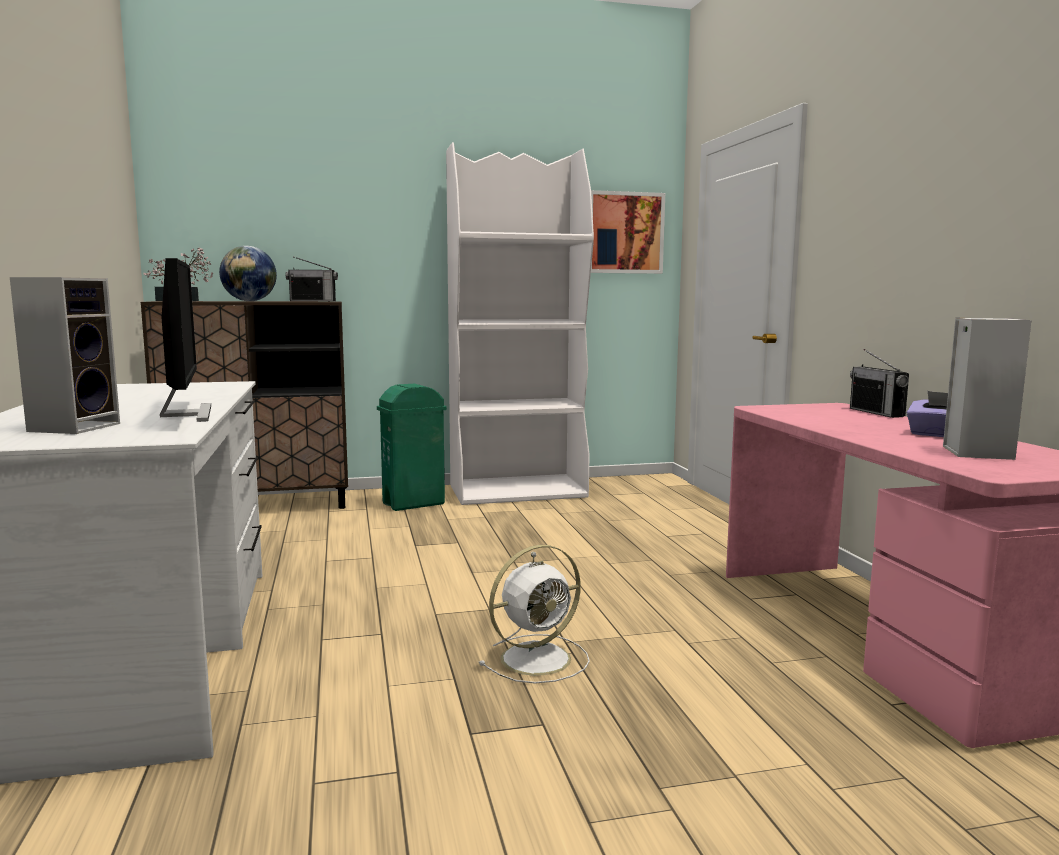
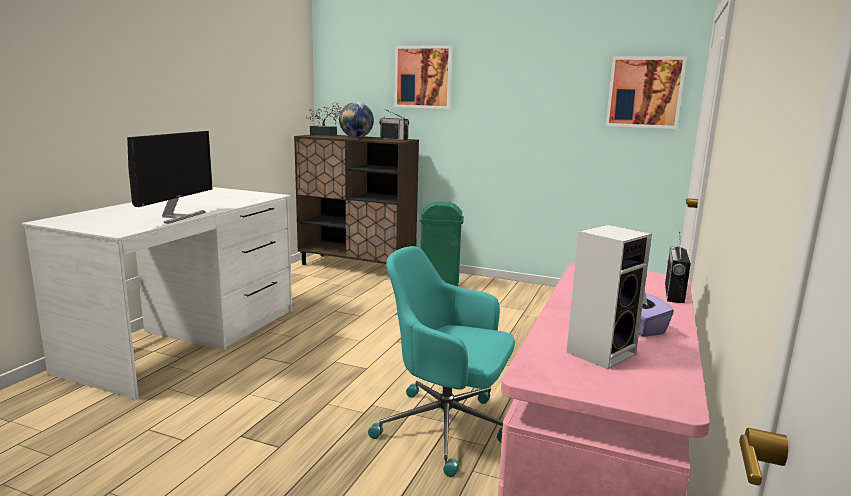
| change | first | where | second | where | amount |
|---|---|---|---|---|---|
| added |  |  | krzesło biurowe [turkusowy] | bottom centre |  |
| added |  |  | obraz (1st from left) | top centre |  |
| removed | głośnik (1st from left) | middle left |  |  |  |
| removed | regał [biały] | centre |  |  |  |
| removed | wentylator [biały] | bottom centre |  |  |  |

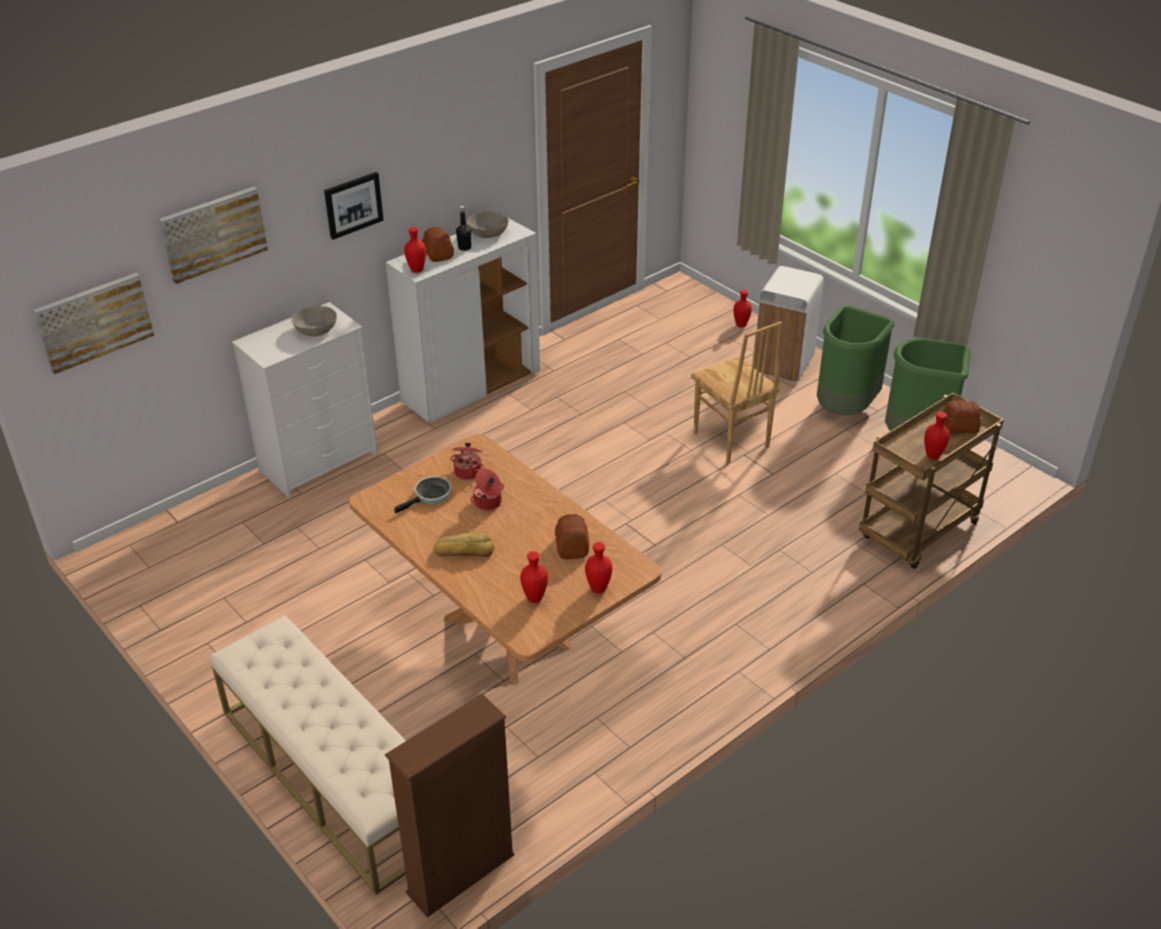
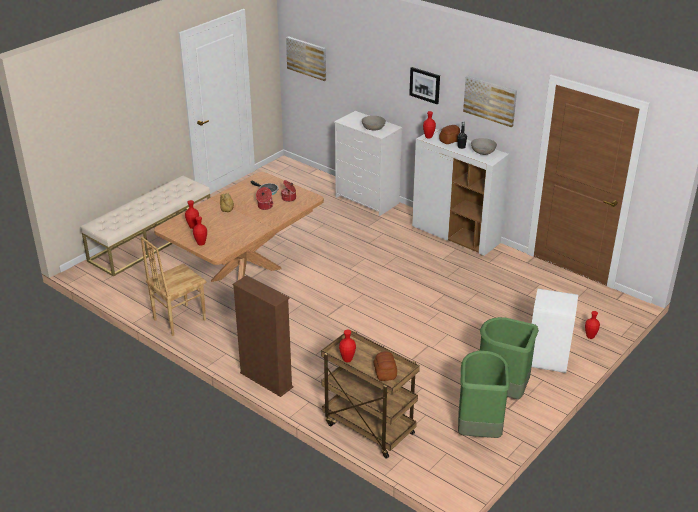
| change | first | where | second | where | amount |
|---|---|---|---|---|---|
| moved | krzesło [brązowy] | centre |  | middle left |  |
| moved | regał [brązowy] | bottom centre |  | centre |  |
| moved | obraz (2nd from left in the first image) | top left | obraz (3rd from left) | top right |  |
| removed | chleb (3rd from left) | centre |  |  |  |

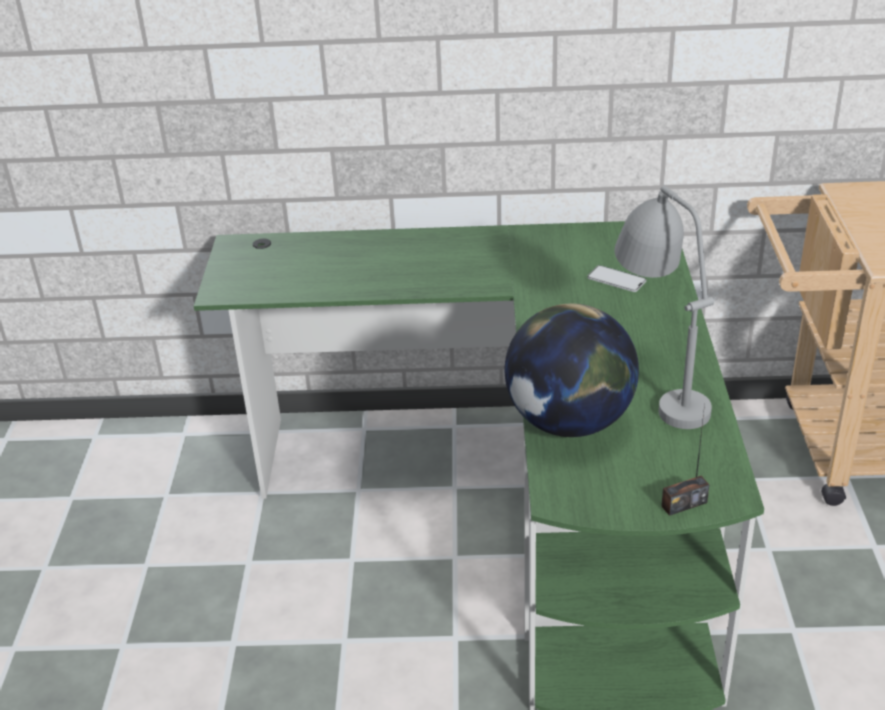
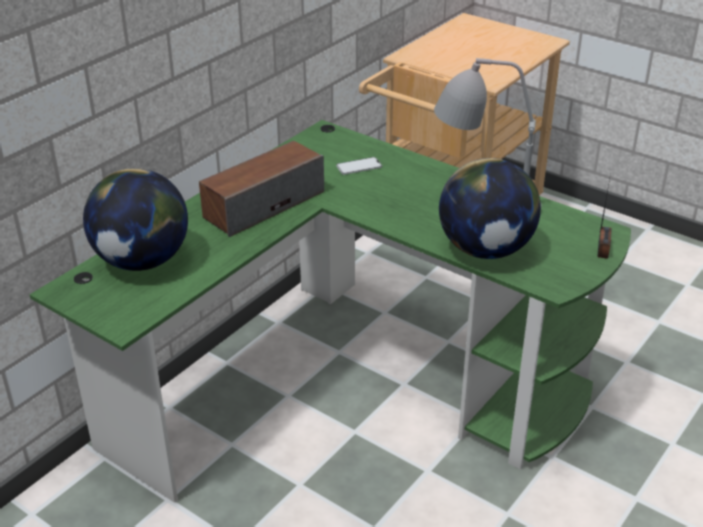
| change | first | where | second | where | amount |
|---|---|---|---|---|---|
| added |  |  | globus (1st from left) | middle left |  |
| added |  |  | głośnik | centre |  |

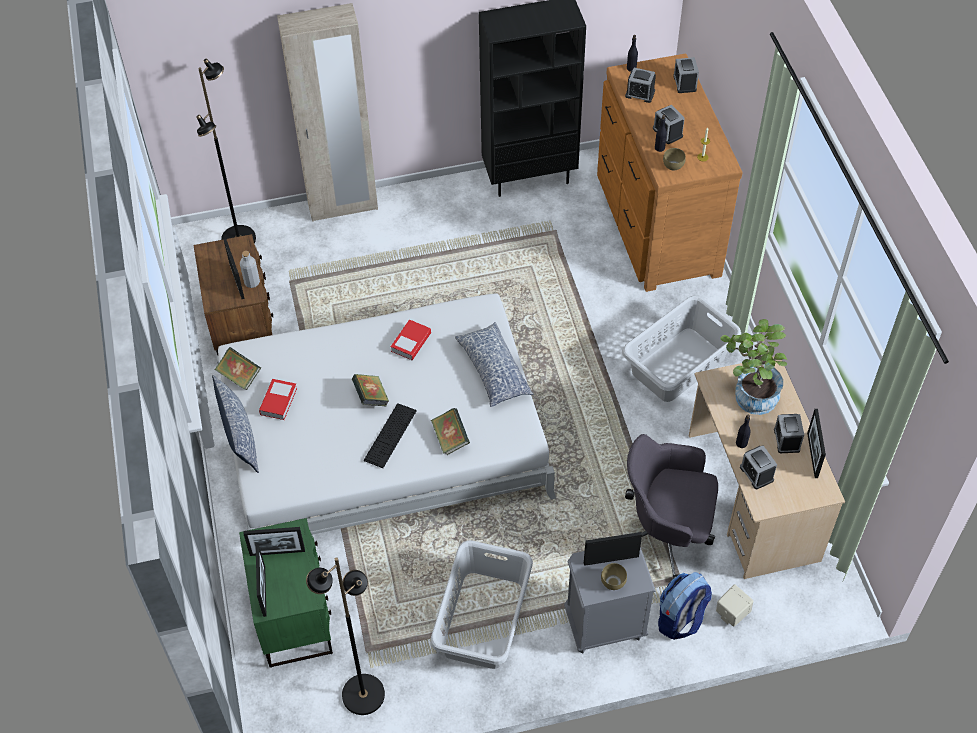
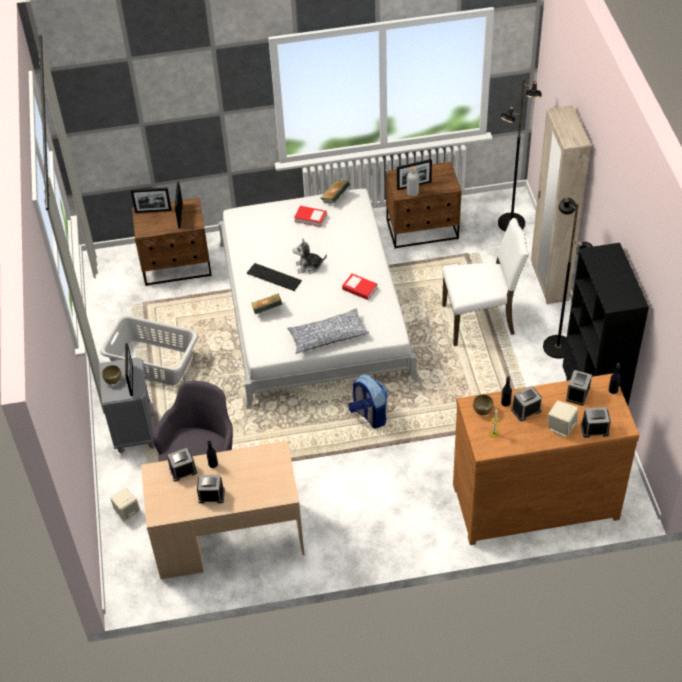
| change | first | where | second | where | amount |
|---|---|---|---|---|---|
| recoloured | szafka nocna [zielony] | bottom left | szafka nocna [brązowy] (1st from left) | middle left |  |
| replaced | książka (3rd from left) | centre | pluszak | centre |  |
| moved | plecak | bottom right |  | centre |  |
| added |  |  | krzesło [biały] | middle right |  |
| moved | lampa stojąca [czarny] (2nd from left) | bottom centre |  | middle right |  |
| added |  |  | głośnik [beżowy] (2nd from left) | middle right |  |
| removed | poduszka (1st from left) | middle left |  |  |  |
| removed | kosz na pranie [szary] (2nd from left) | middle right |  |  |  |
| removed | roślina doniczkowa | middle right |  |  |  |
| removed | ramka na zdjęcie (5th from left) | middle right |  |  |  |

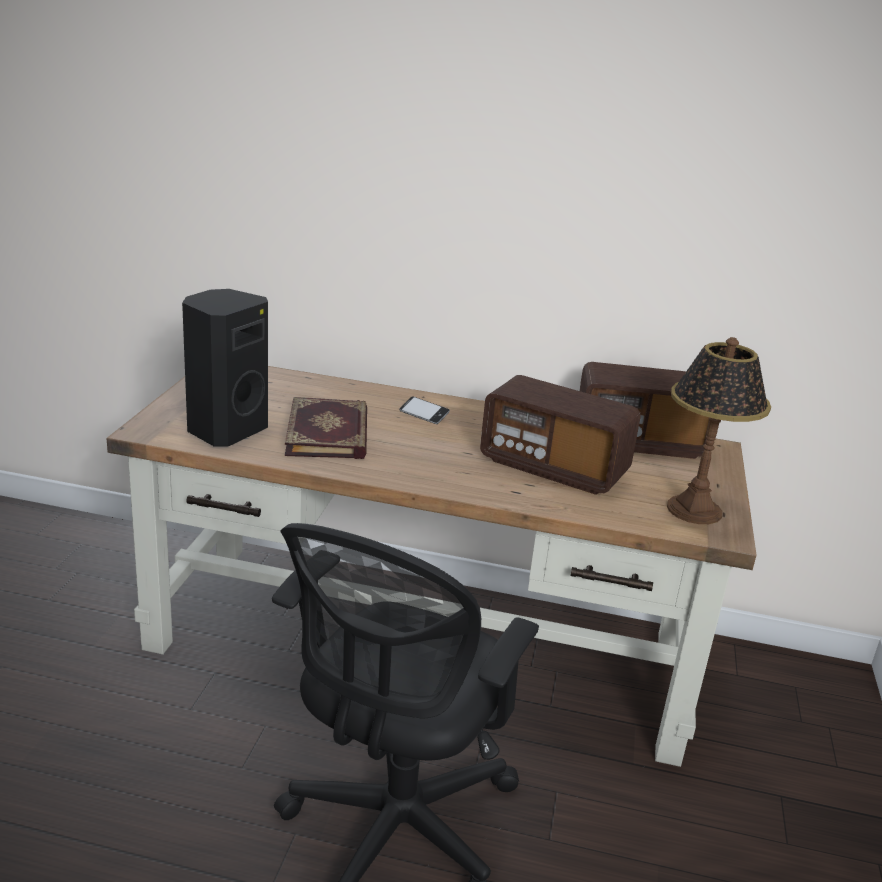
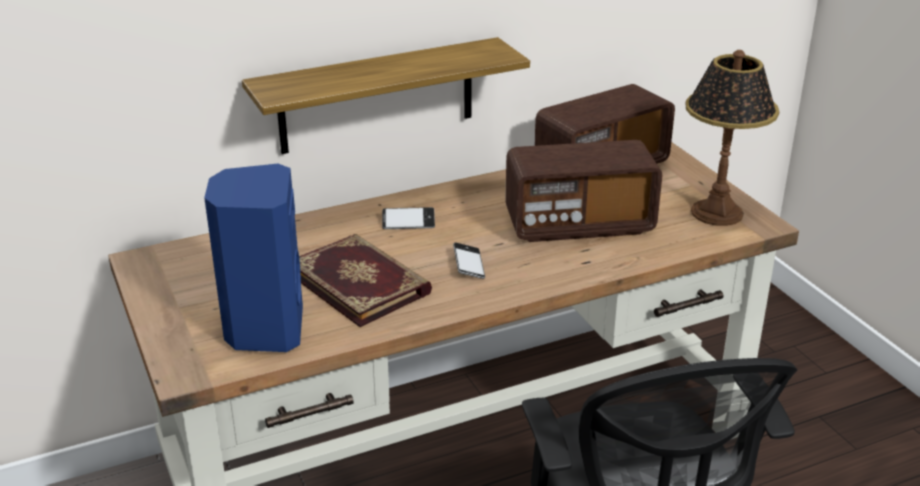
| change | first | where | second | where | amount |
|---|---|---|---|---|---|
| recoloured | głośnik [czarny] | middle left | głośnik [niebieski] | middle left |  |
| added |  |  | półka | top centre |  |
| added |  |  | telefon (2nd from left) | centre |  |

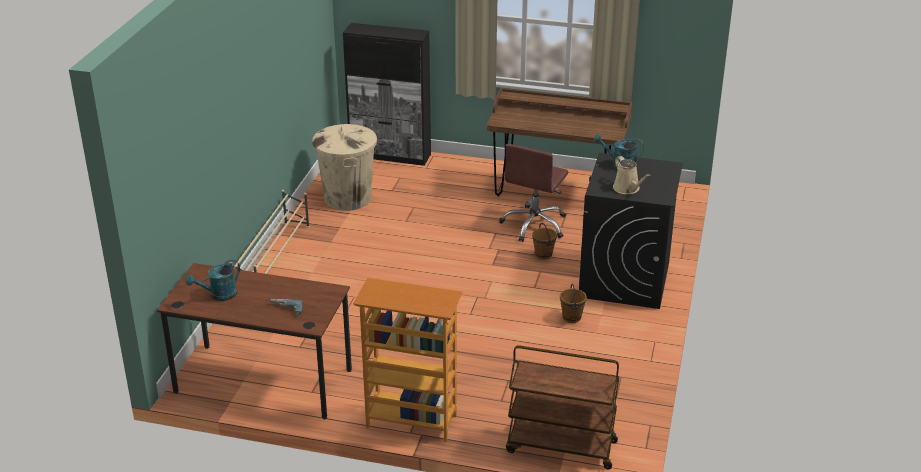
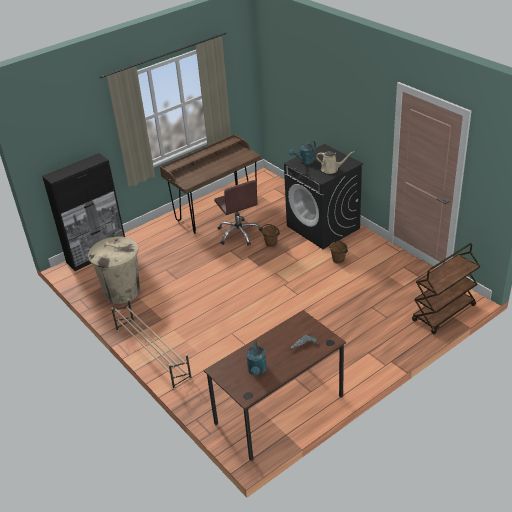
| change | first | where | second | where | amount |
|---|---|---|---|---|---|
| removed | regał | bottom centre |  |  |  |

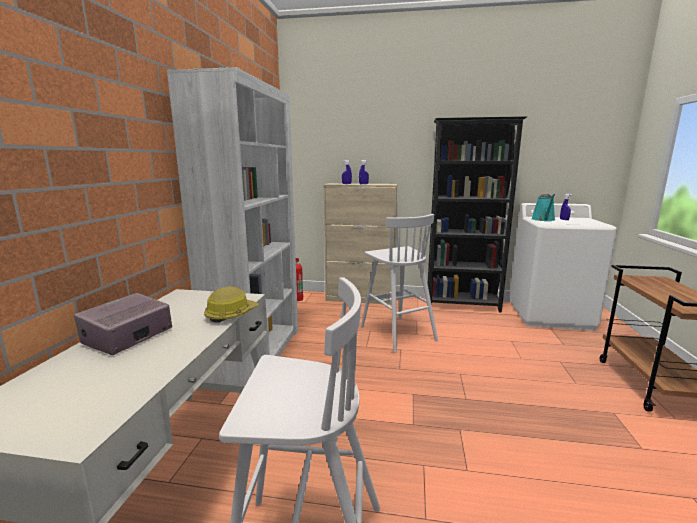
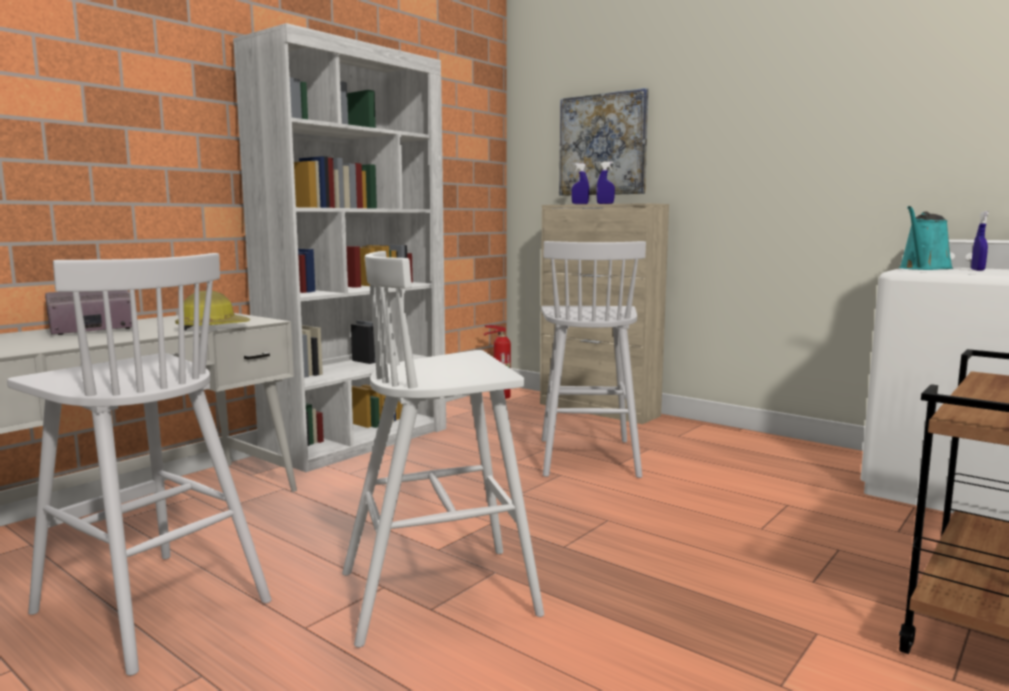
| change | first | where | second | where | amount |
|---|---|---|---|---|---|
| added |  |  | stołek [biały] (2nd from left) | centre |  |
| added |  |  | obraz | top centre |  |
| removed | regał [czarny] | middle right |  |  |  |

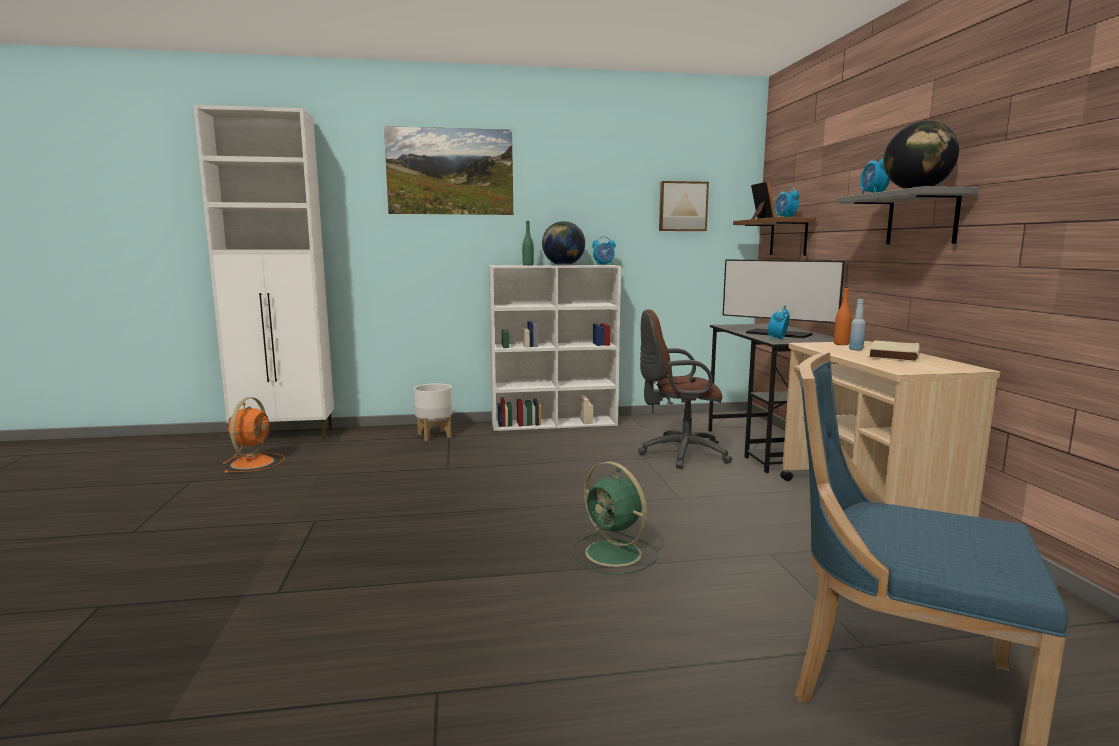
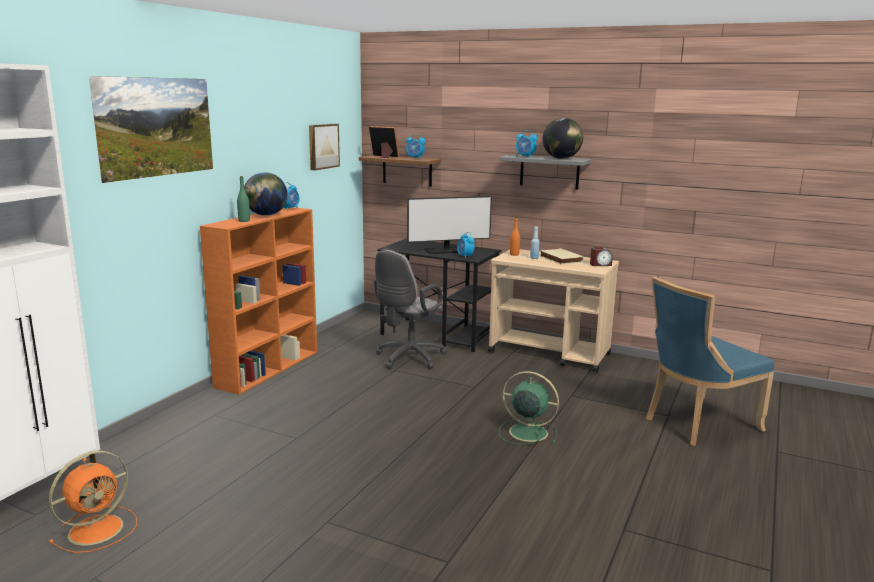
| change | first | where | second | where | amount |
|---|---|---|---|---|---|
| turned | wentylator [pomarańczowy] | middle left |  | bottom left | 90 degrees clockwise |
| recoloured | regał [biały] | centre | regał [pomarańczowy] | middle left |  |
| recoloured | krzesło biurowe [brązowy] | centre | krzesło biurowe [szary] | centre |  |
| turned | wentylator [zielony] | bottom centre |  | bottom centre | 150 degrees counterclockwise |
| added |  |  | budzik (5th from left) | middle right |  |
| removed | donica [biały] | centre |  |  |  |

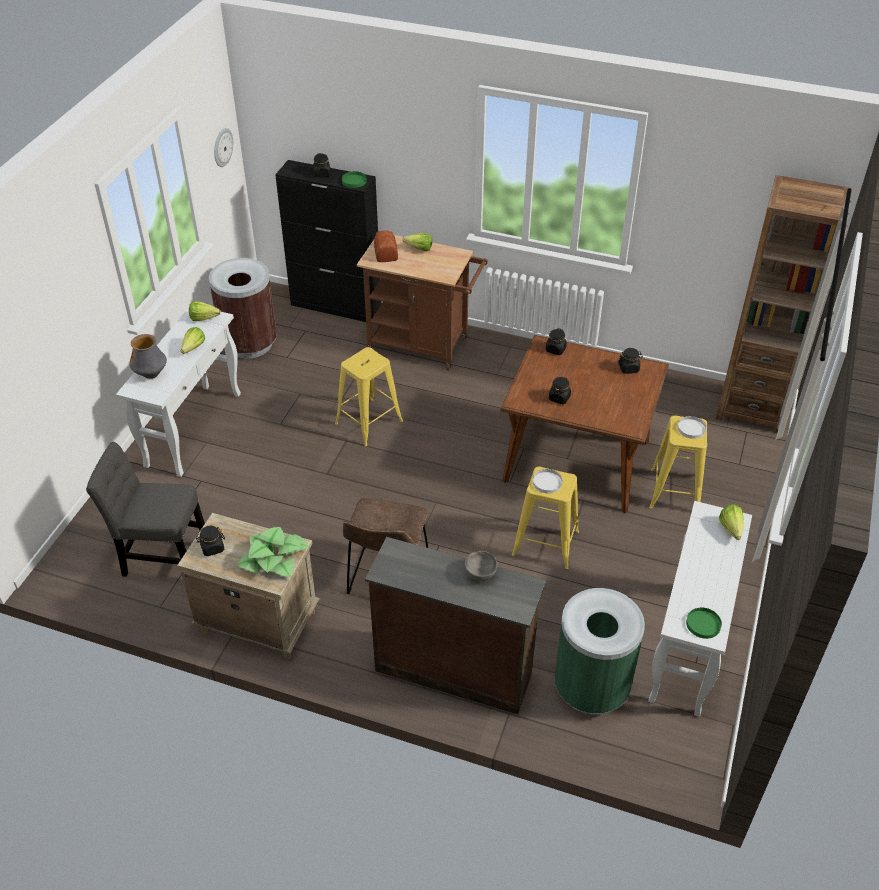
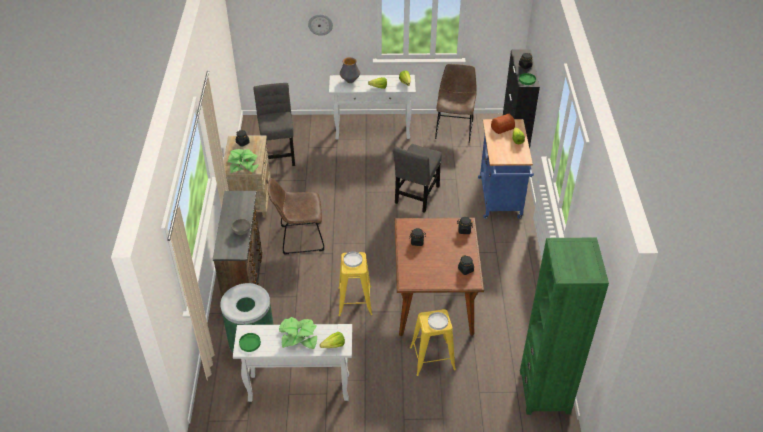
| change | first | where | second | where | amount |
|---|---|---|---|---|---|
| added |  |  | roślina doniczkowa (2nd from left) | bottom centre |  |
| moved | zegar ścienny | top left |  | top centre |  |
| replaced | stołek [żółty] (1st from left) | centre | krzesło [szary] (2nd from left) | centre |  |
| replaced | kosz na śmieci [brązowy] | middle left | krzesło [brązowy] (2nd from left) | top centre |  |
| recoloured | wózek [brązowy] | centre | wózek [niebieski] | centre |  |
| recoloured | regał [brązowy] | middle right | regał [zielony] | bottom right |  |

